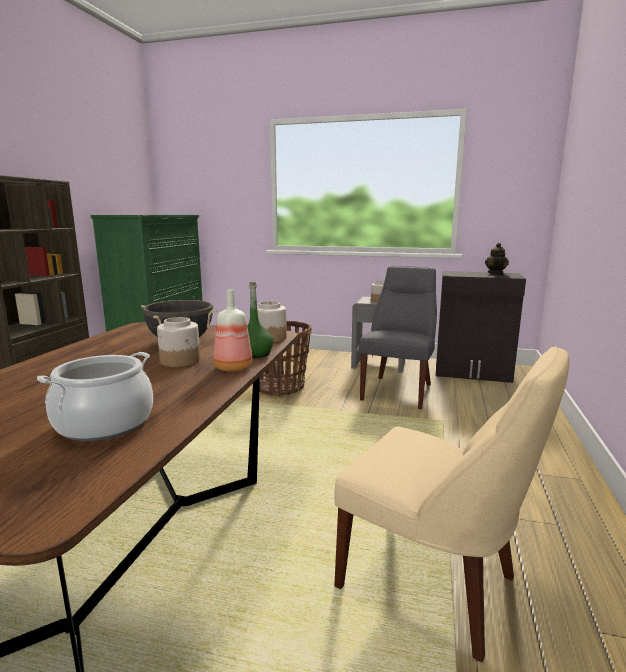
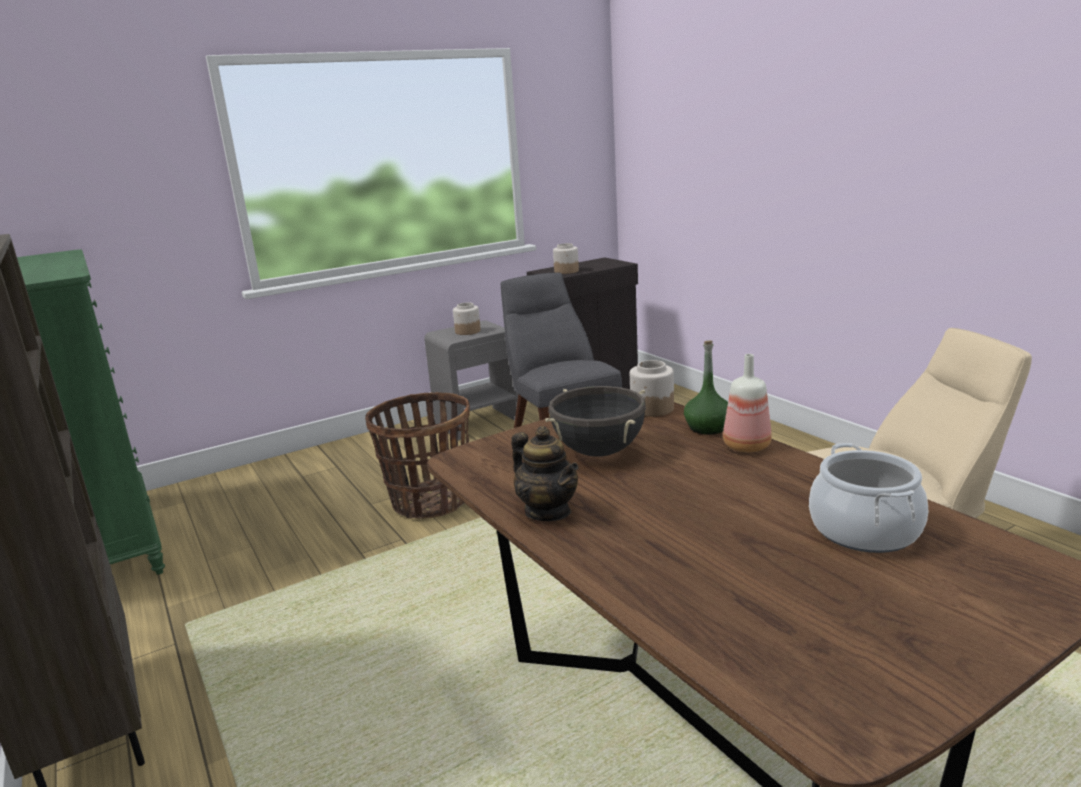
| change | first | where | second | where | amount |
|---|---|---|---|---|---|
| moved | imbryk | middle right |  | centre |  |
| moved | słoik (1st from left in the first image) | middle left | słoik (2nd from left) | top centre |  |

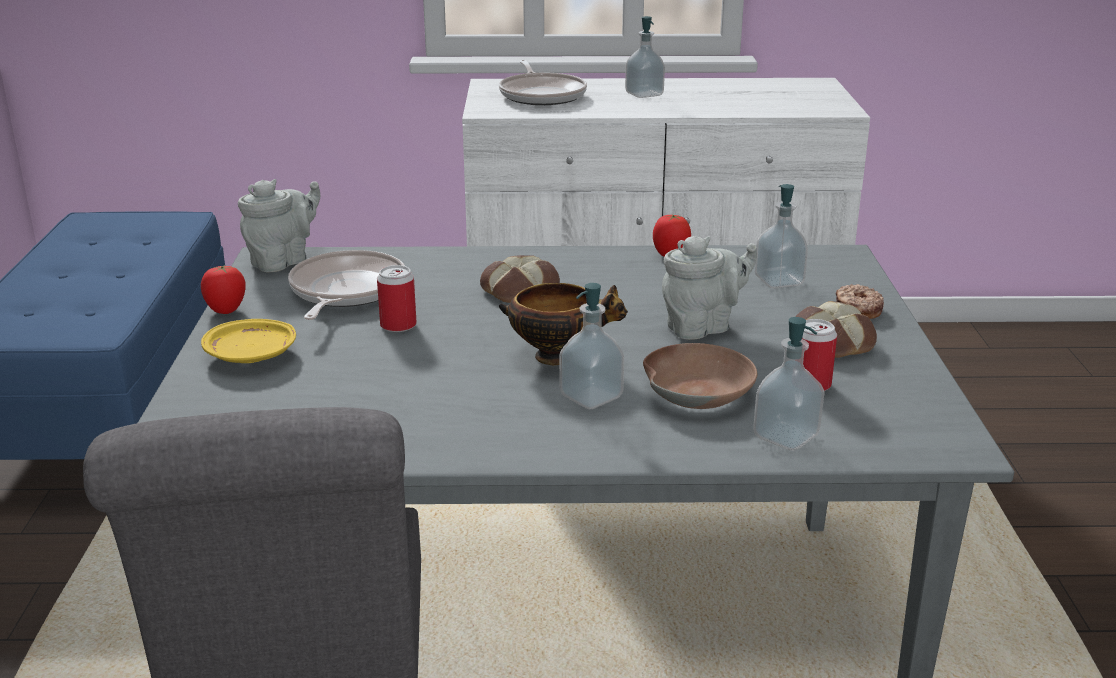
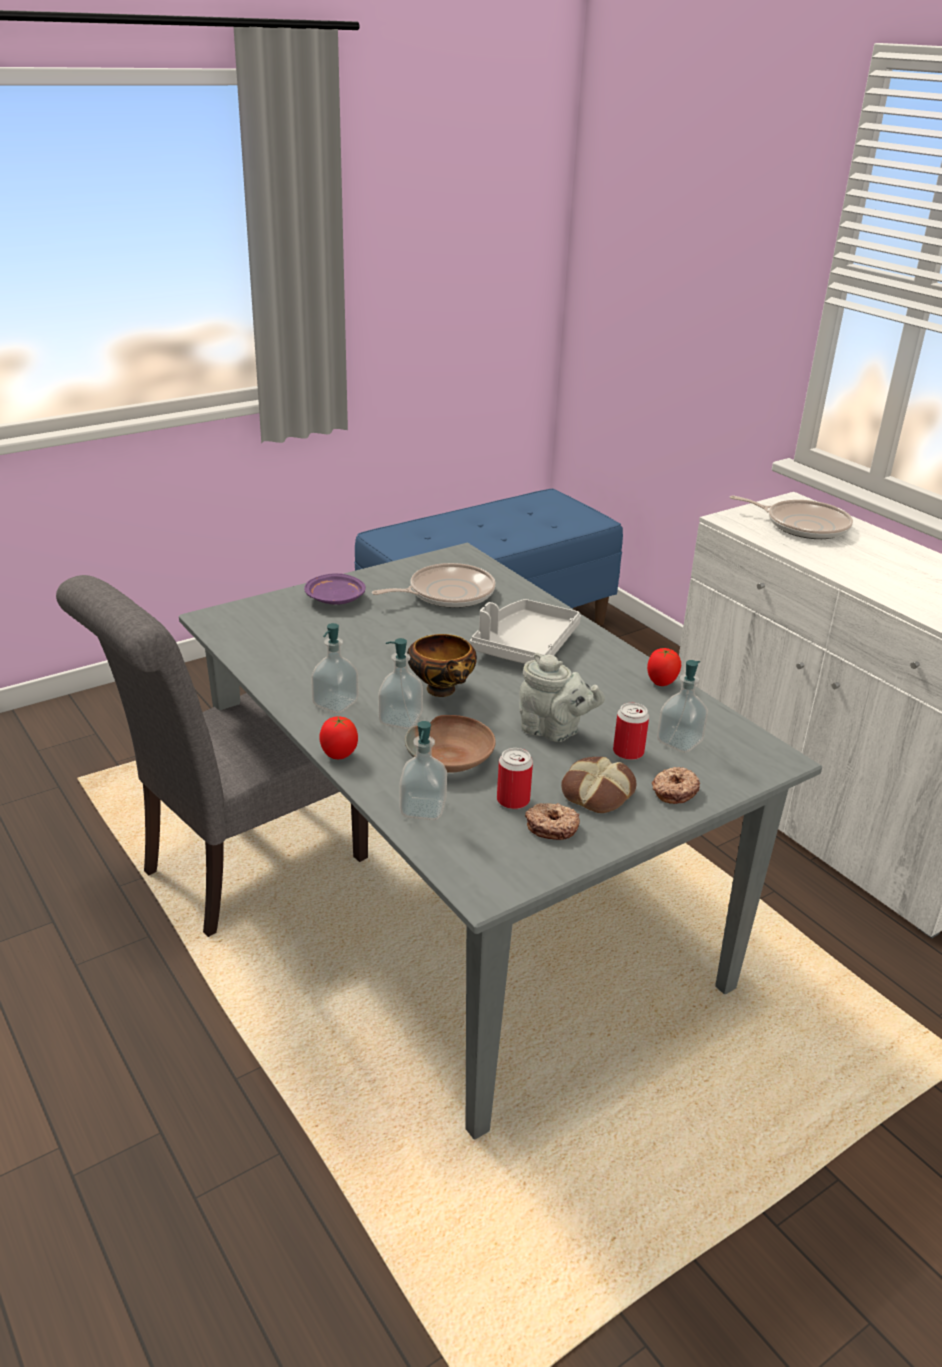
| change | first | where | second | where | amount |
|---|---|---|---|---|---|
| recoloured | talerz [żółty] | middle left | talerz [fioletowy] | centre |  |
| moved | dozownik mydła (2nd from left in the first image) | top centre | dozownik mydła (1st from left) | centre |  |
| moved | pomidor (1st from left) | middle left |  | centre |  |
| replaced | chleb (1st from left) | centre | taca [szary] | centre |  |
| added |  |  | donut (1st from left) | centre |  |
| moved | puszka (1st from left in the first image) | centre | puszka (2nd from left) | middle right |  |
| turned | patelnia (2nd from left) | top centre |  | middle right | 105 degrees counterclockwise |
| removed | imbryk [szary] (1st from left) | top left |  |  |  |

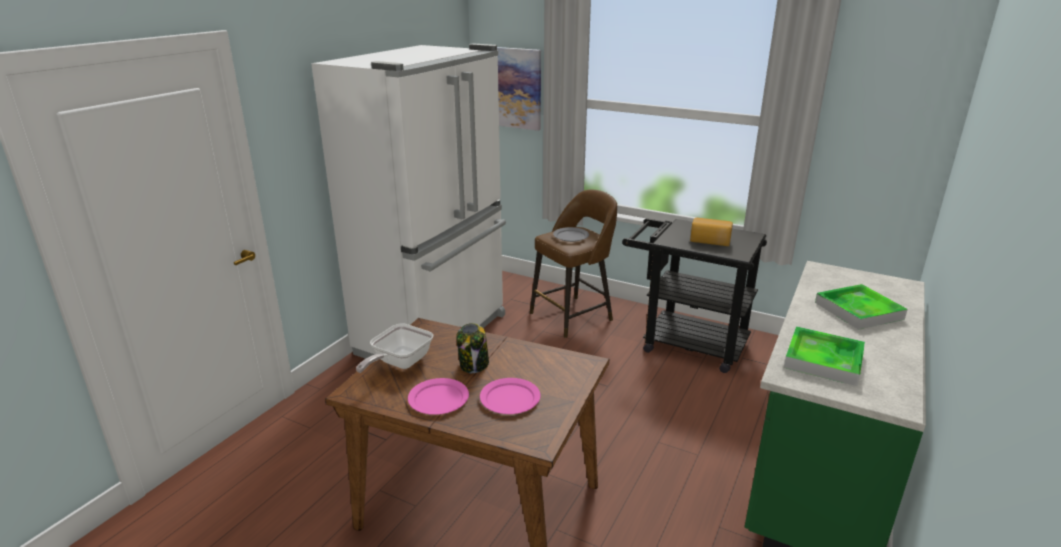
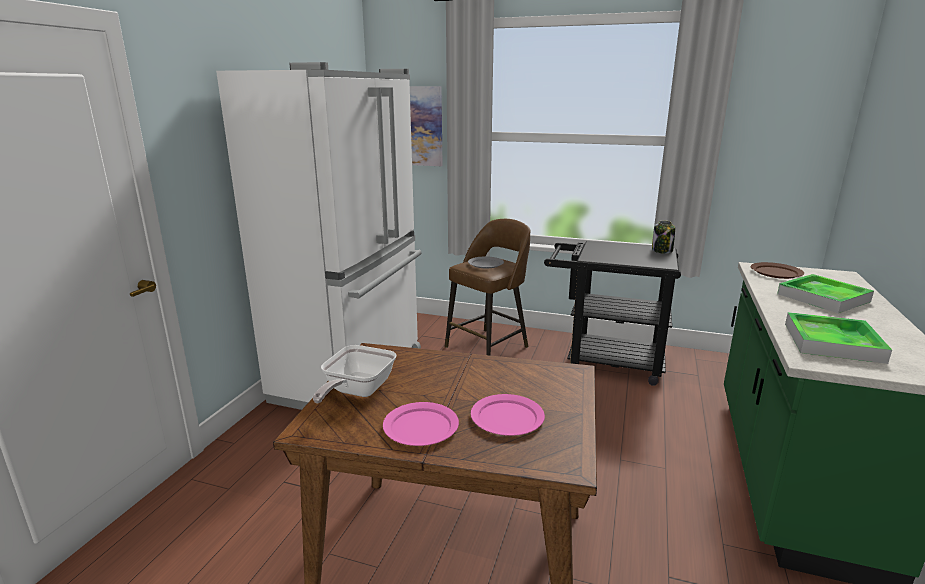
| change | first | where | second | where | amount |
|---|---|---|---|---|---|
| moved | słoik | centre |  | middle right |  |
| added |  |  | talerz [brązowy] | middle right |  |
| removed | chleb | middle right |  |  |  |

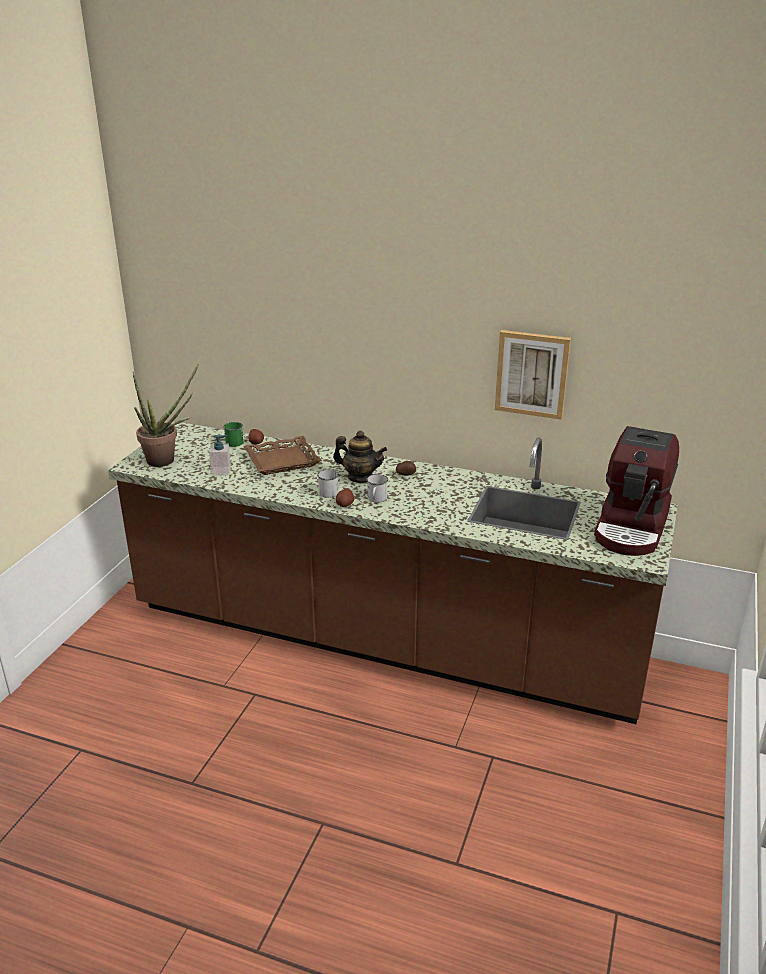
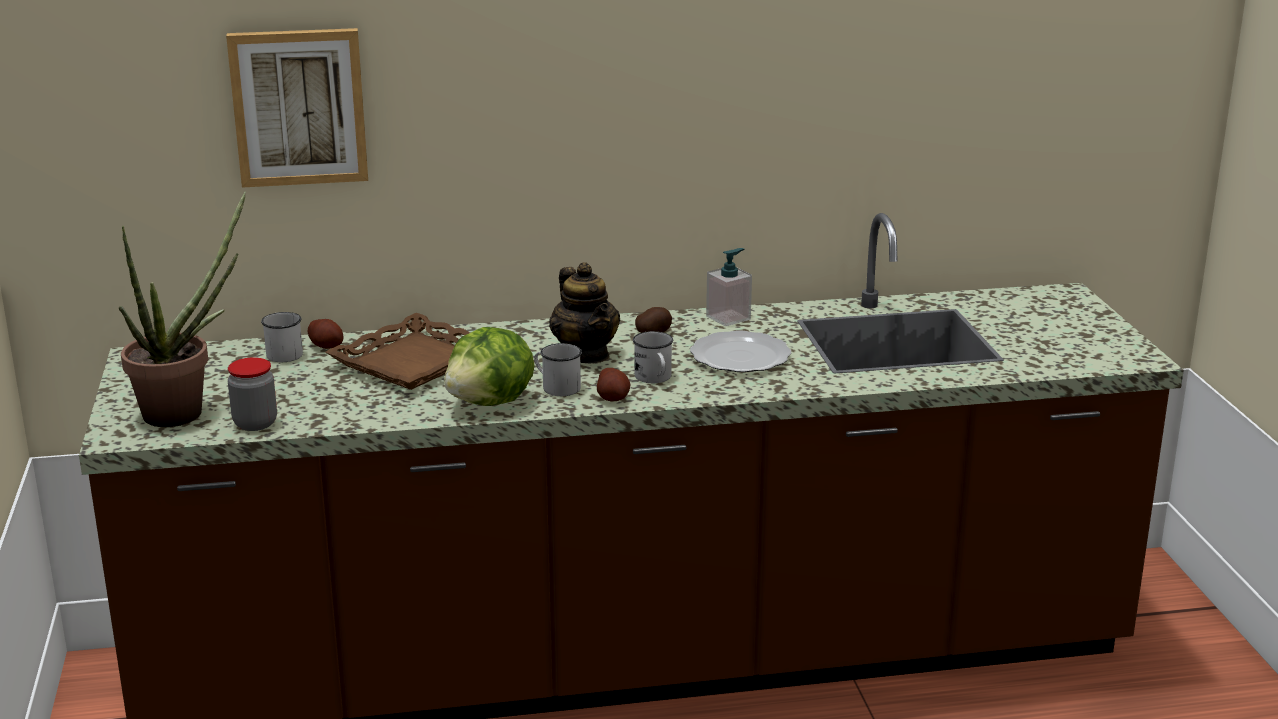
| change | first | where | second | where | amount |
|---|---|---|---|---|---|
| moved | obraz | middle right |  | top left |  |
| added |  |  | słoik | middle left |  |
| recoloured | kubek [zielony] | middle left | kubek [biały] (1st from left) | middle left |  |
| added |  |  | sałata | centre |  |
| turned | imbryk | centre |  | centre | 75 degrees clockwise |
| added |  |  | talerz | centre |  |
| moved | dozownik mydła | middle left |  | centre |  |
| removed | ekspres do kawy | middle right |  |  |  |

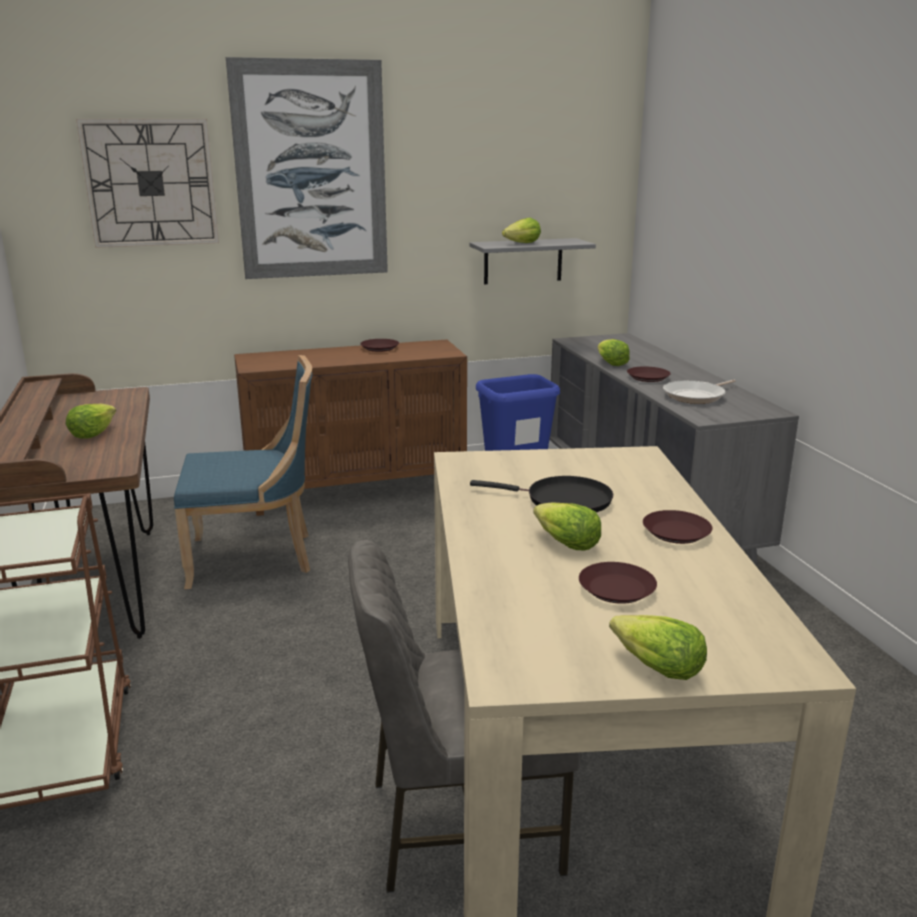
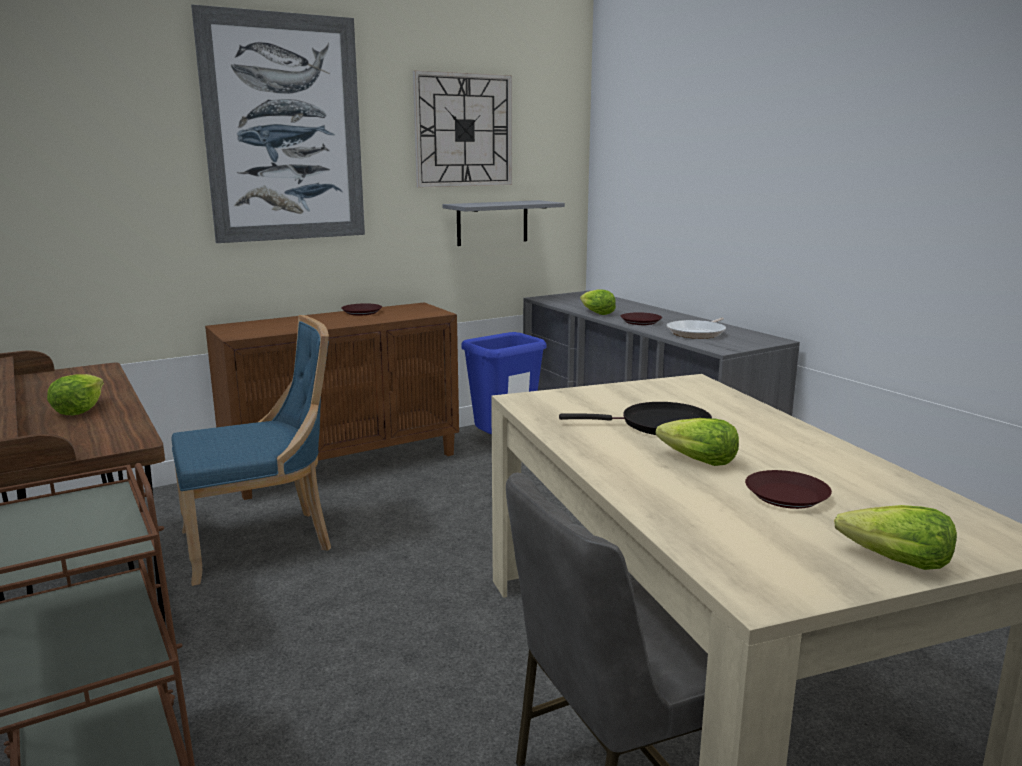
| change | first | where | second | where | amount |
|---|---|---|---|---|---|
| moved | zegar ścienny | top left |  | top centre |  |
| removed | sałata (2nd from left) | top centre |  |  |  |
| removed | talerz [brązowy] (4th from left) | middle right |  |  |  |

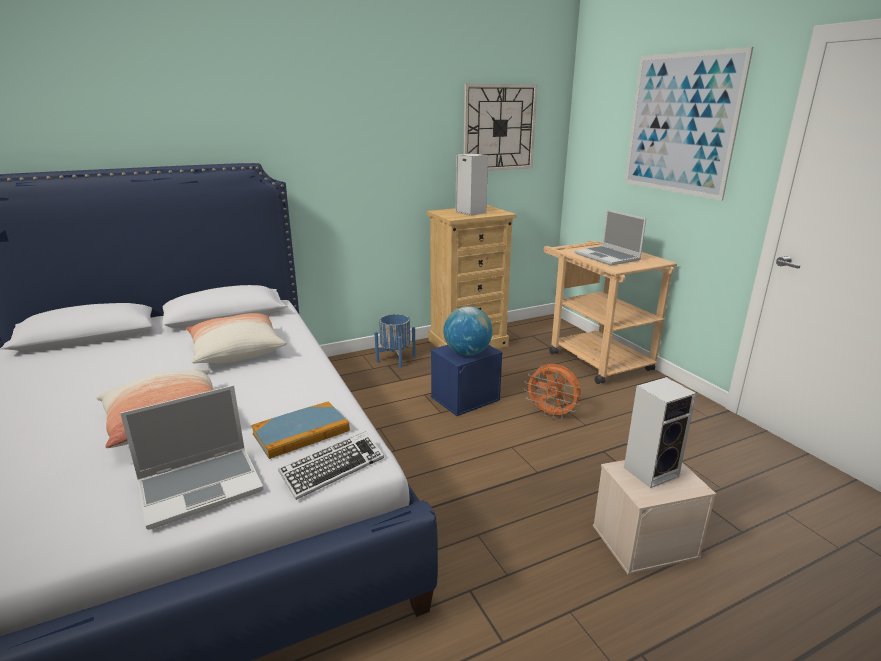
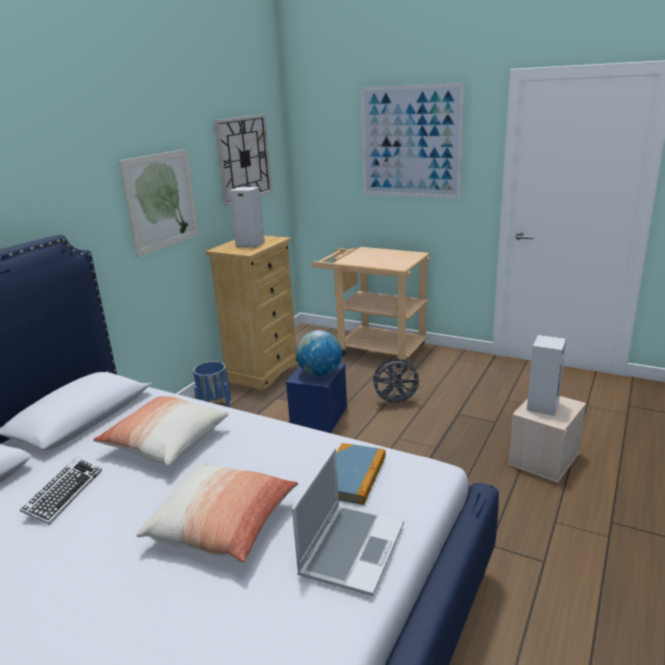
| change | first | where | second | where | amount |
|---|---|---|---|---|---|
| moved | klawiatura | bottom centre |  | bottom left |  |
| added |  |  | obraz (1st from left) | top left |  |
| recoloured | wentylator [pomarańczowy] | centre | wentylator [szary] | centre |  |
| removed | laptop (2nd from left) | middle right |  |  |  |

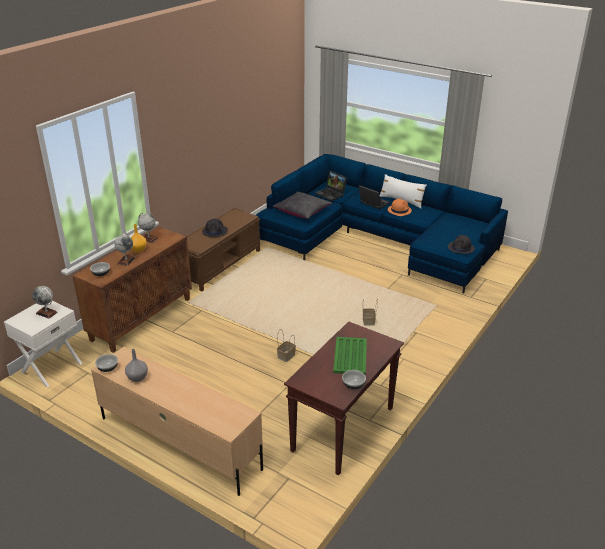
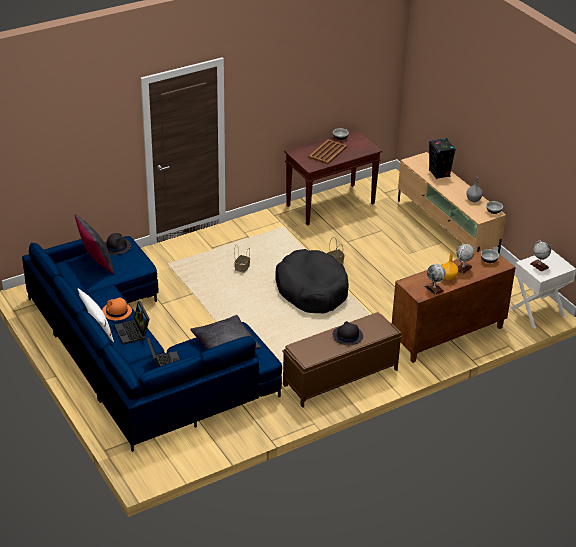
| change | first | where | second | where | amount |
|---|---|---|---|---|---|
| added |  |  | poduszka [czarny] (1st from left) | middle left |  |
| added |  |  | legowisko [czarny] | centre |  |
| recoloured | taca [zielony] | centre | taca [brązowy] | top centre |  |
| added |  |  | głośnik [czarny] | top right |  |

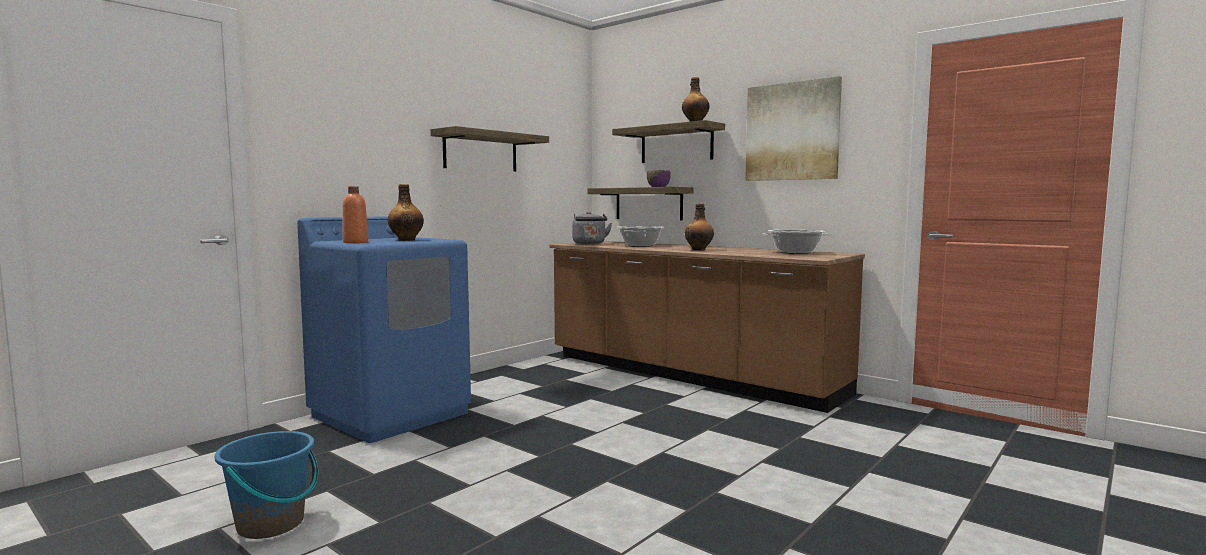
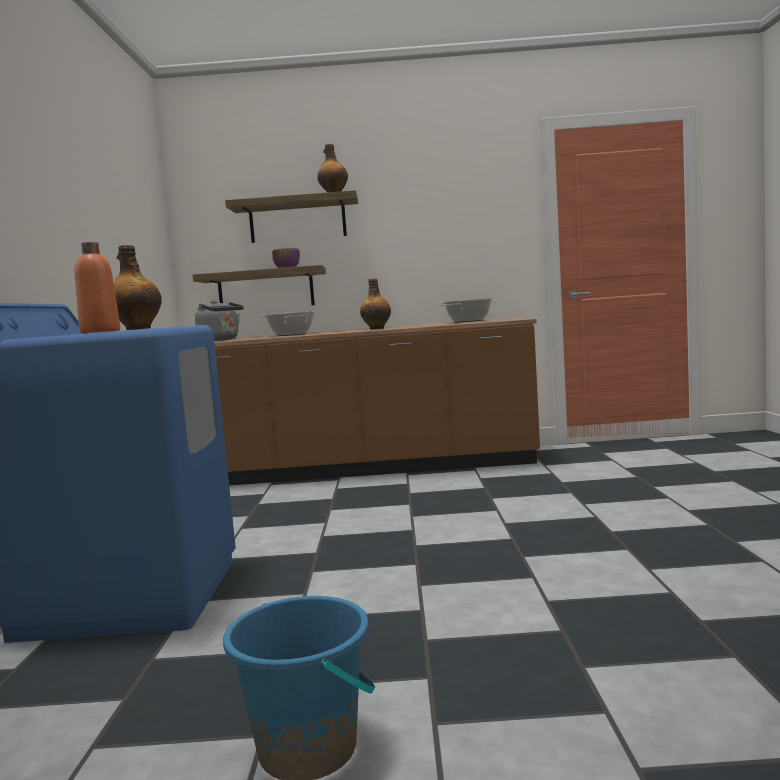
| change | first | where | second | where | amount |
|---|---|---|---|---|---|
| removed | półka (1st from left) | top centre |  |  |  |
| removed | obraz | top centre |  |  |  |

